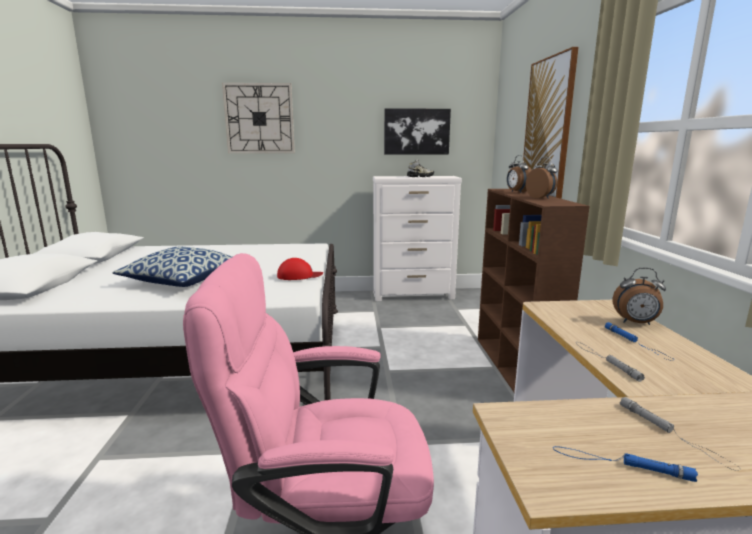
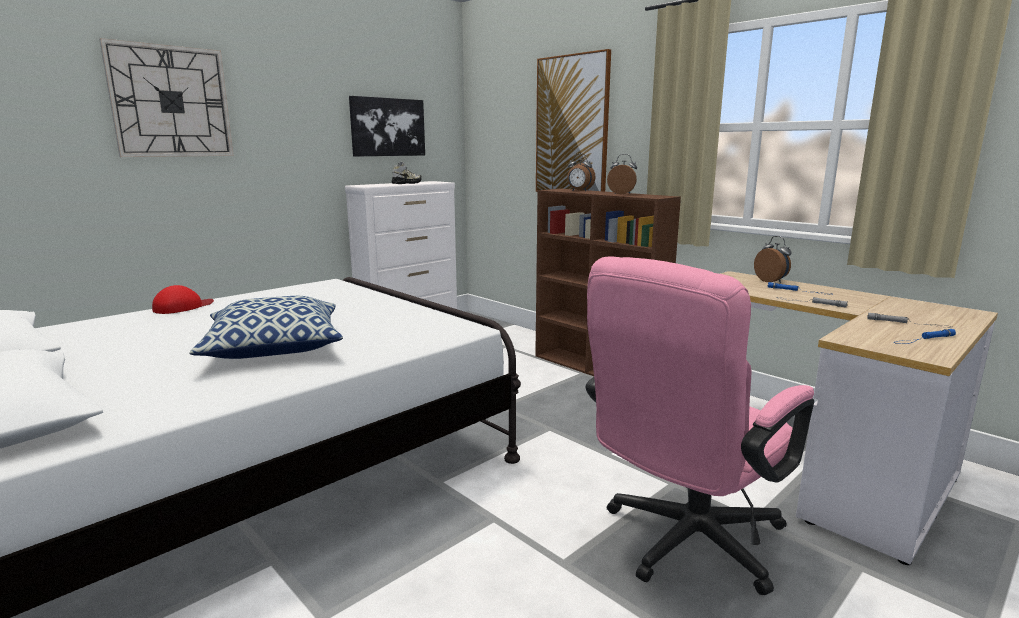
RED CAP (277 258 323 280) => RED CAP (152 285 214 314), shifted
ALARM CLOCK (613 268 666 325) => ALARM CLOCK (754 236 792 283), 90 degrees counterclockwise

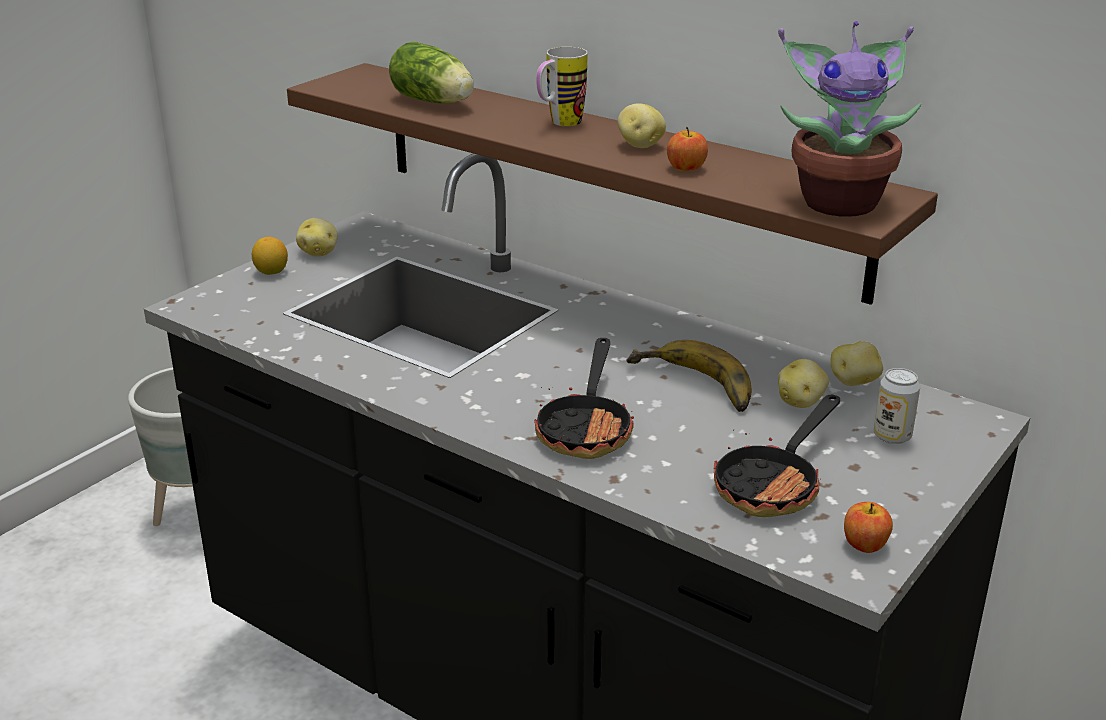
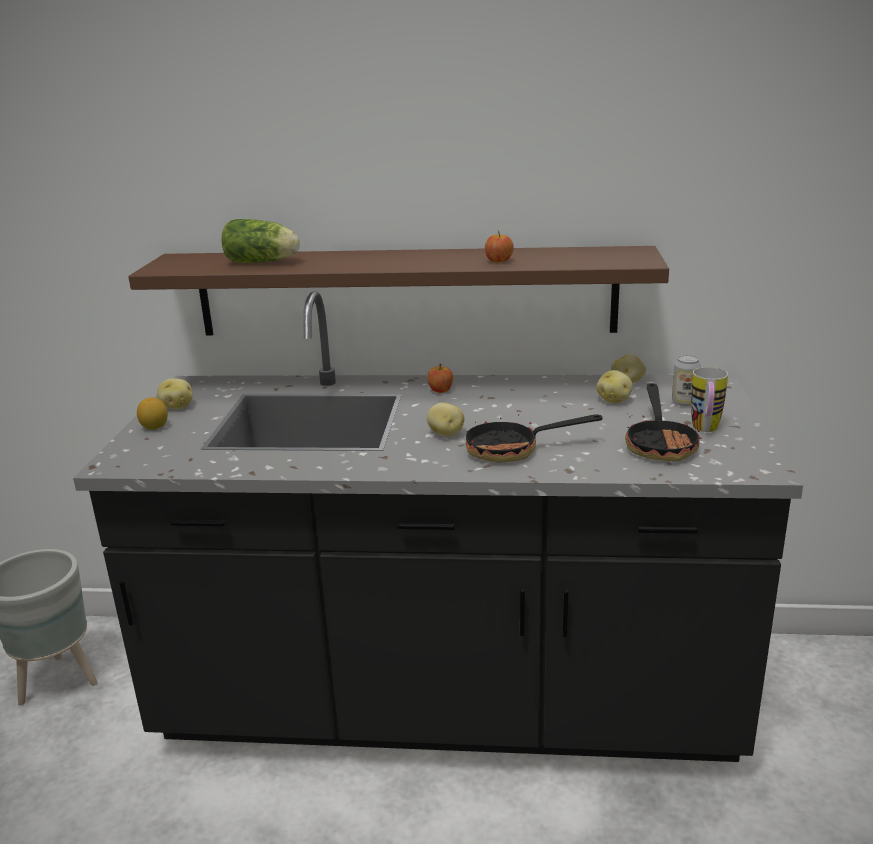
BANANA (626 340 751 412) => nothing
POTTED PLANT (778 21 921 217) => nothing
MUG (536 47 587 126) => MUG (691 367 728 432), shifted
POTATO (618 103 666 148) => POTATO (427 402 464 436), shifted
APPLE (844 502 893 553) => APPLE (427 364 453 393), shifted
FRYING PAN (534 338 634 459) => FRYING PAN (466 414 603 463), 105 degrees clockwise

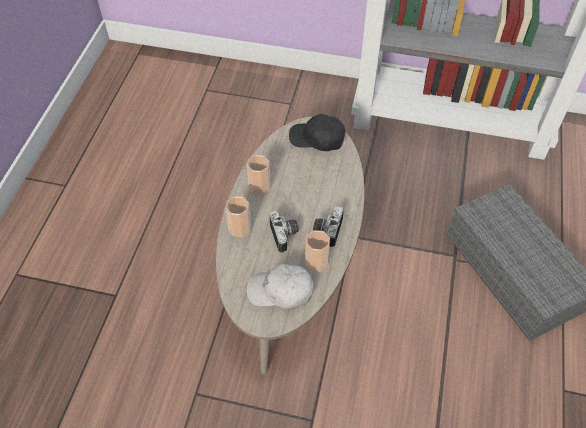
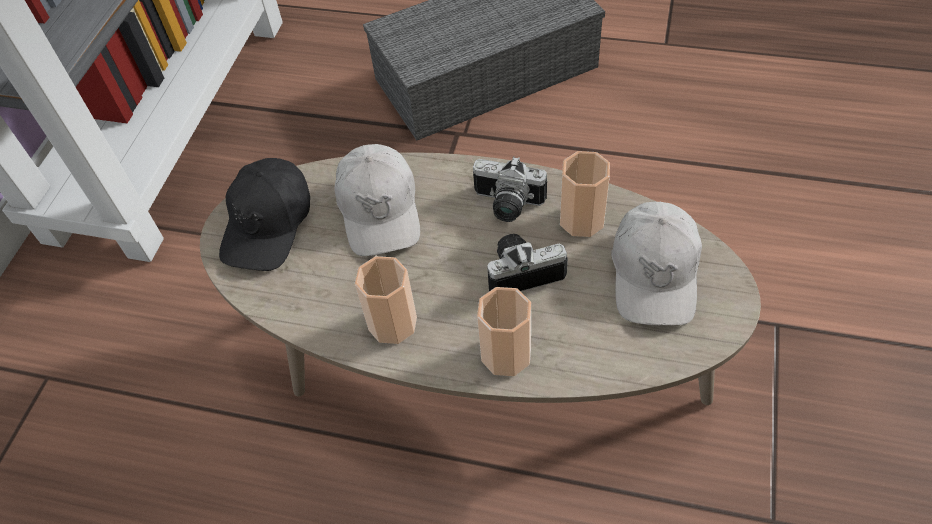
nothing => WHITE CAP (334 144 420 256)

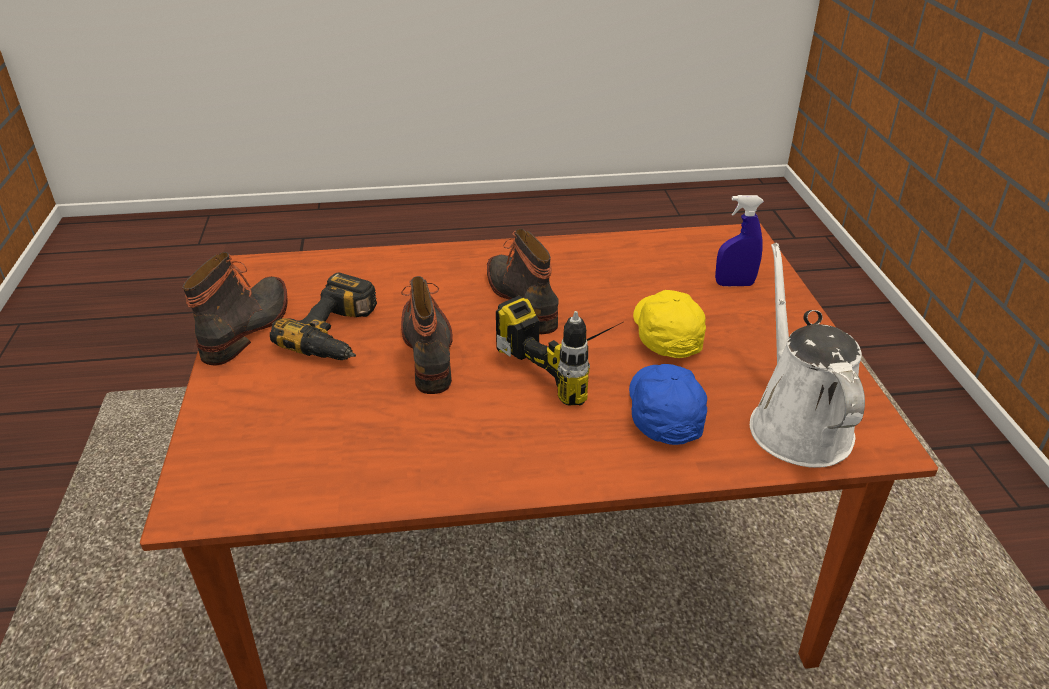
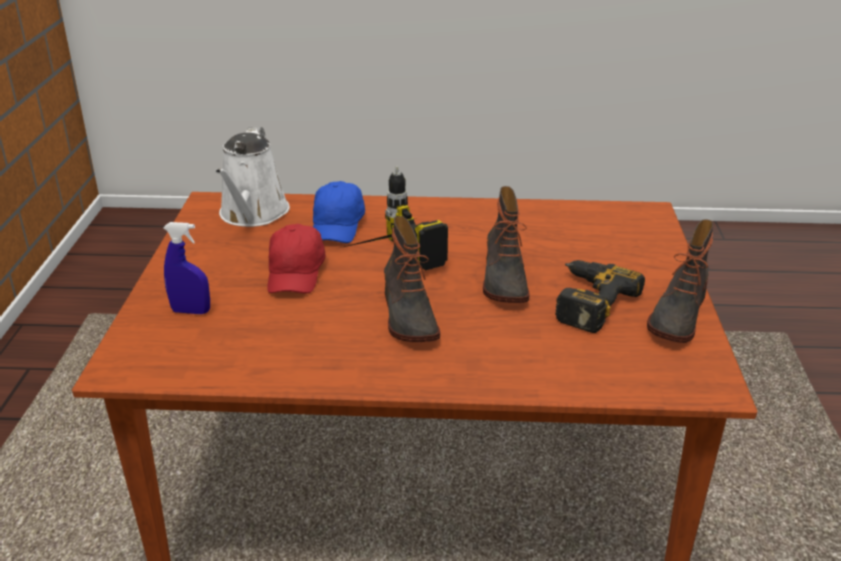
YELLOW CAP (633 290 706 358) => RED CAP (267 224 325 294)

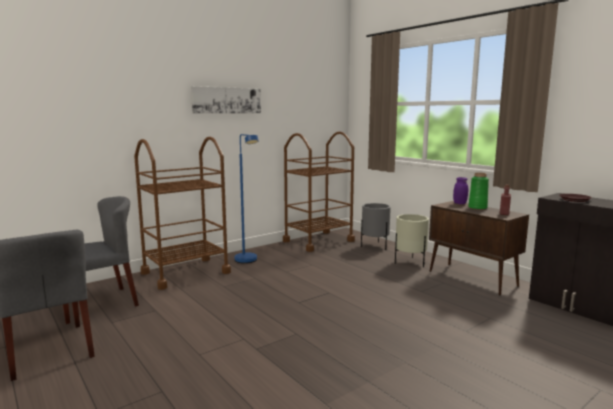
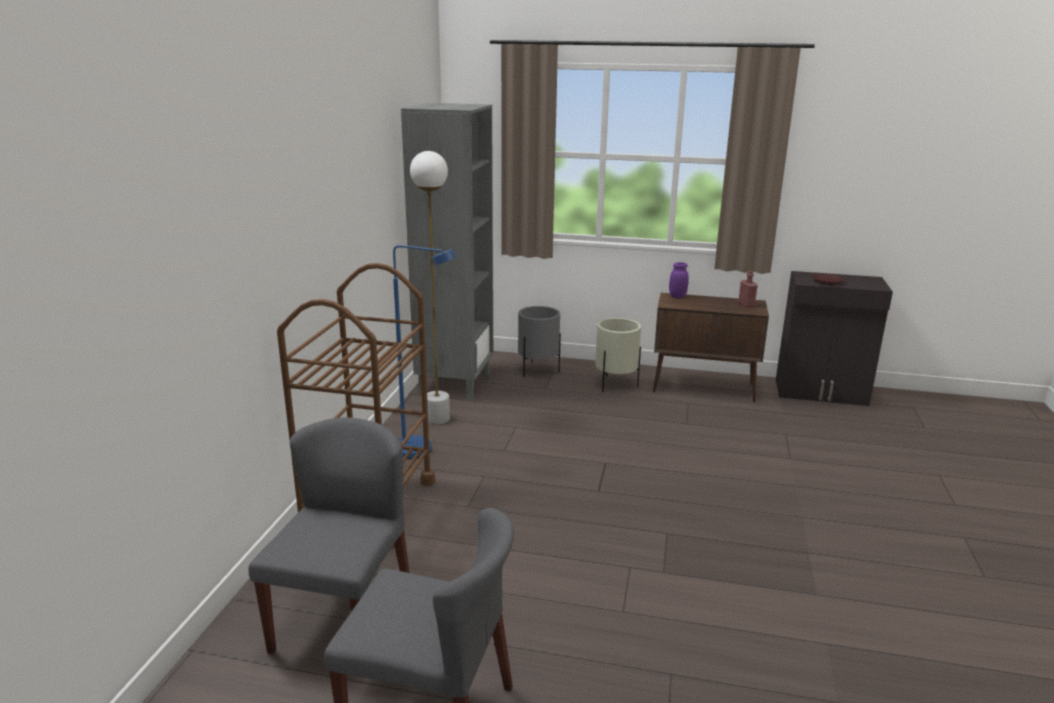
PICTURE (191 86 261 114) => nothing
GREEN VASE (468 173 489 210) => nothing
nothing => WHITE FLOOR LAMP (410 151 450 424)
BROWN CART (283 132 355 252) => GREY BOOKCASE (401 103 493 400)

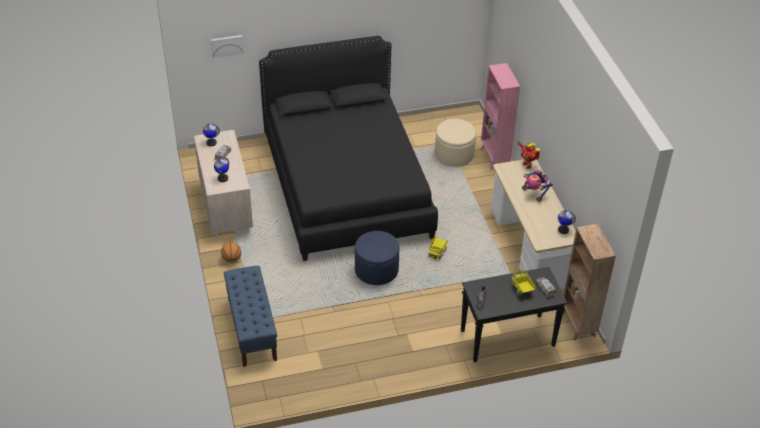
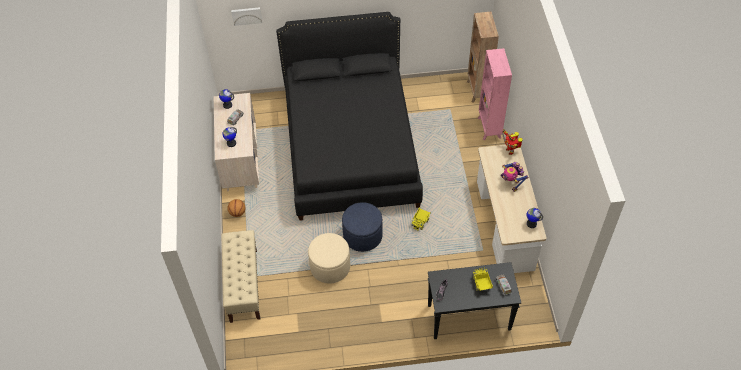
BEIGE OTTOMAN (435 119 476 167) => BEIGE OTTOMAN (308 233 350 284), shifted
BROWN BOOKCASE (563 224 616 341) => BROWN BOOKCASE (467 12 499 102), shifted
BLUE BENCH (224 266 277 367) => BEIGE BENCH (221 230 260 323)

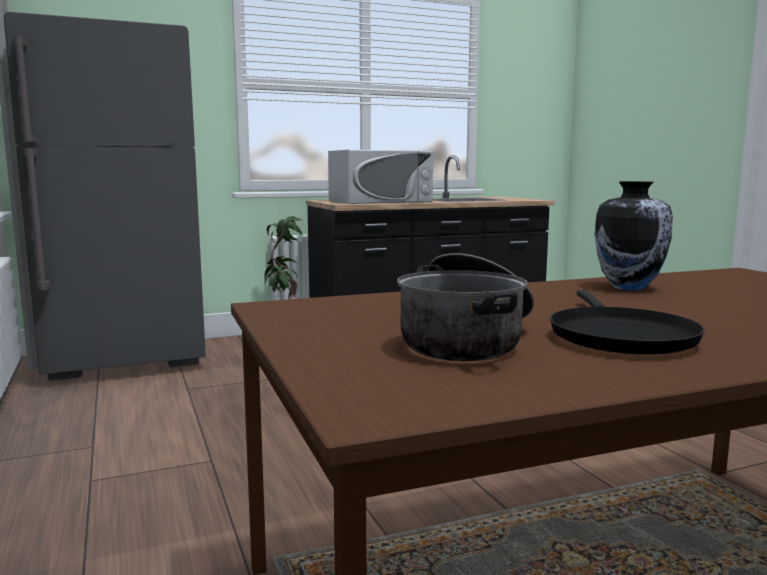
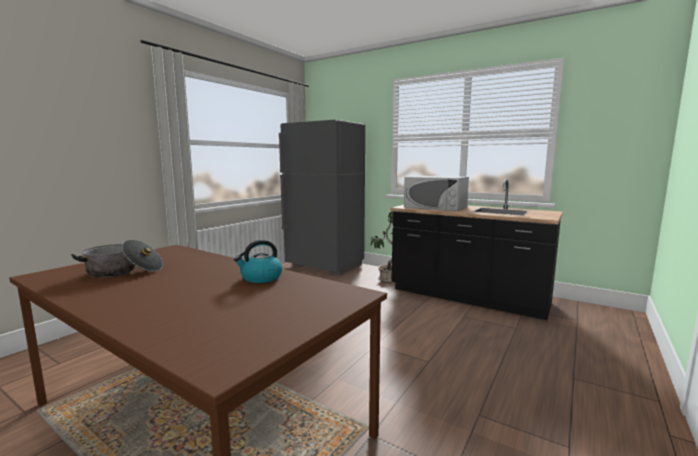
BLACK FRYING PAN (550 290 705 354) => nothing
VASE (595 181 673 291) => KETTLE (234 240 282 283)

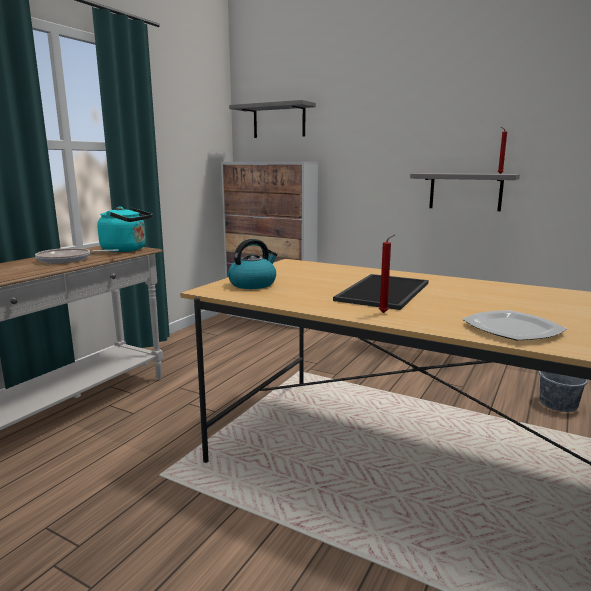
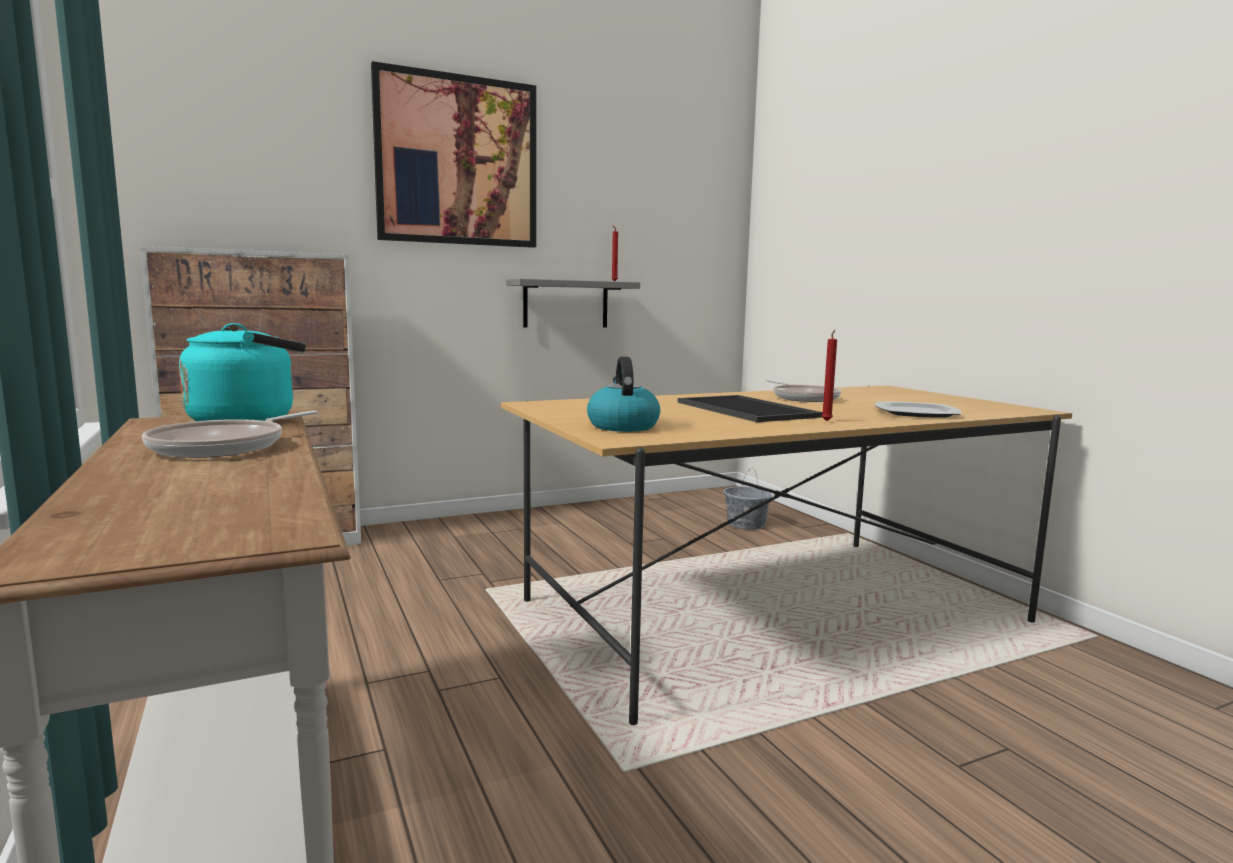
GREY SHELF (229 100 316 138) => nothing
nothing => PICTURE (371 61 536 248)
nothing => FRYING PAN (766 380 841 402)

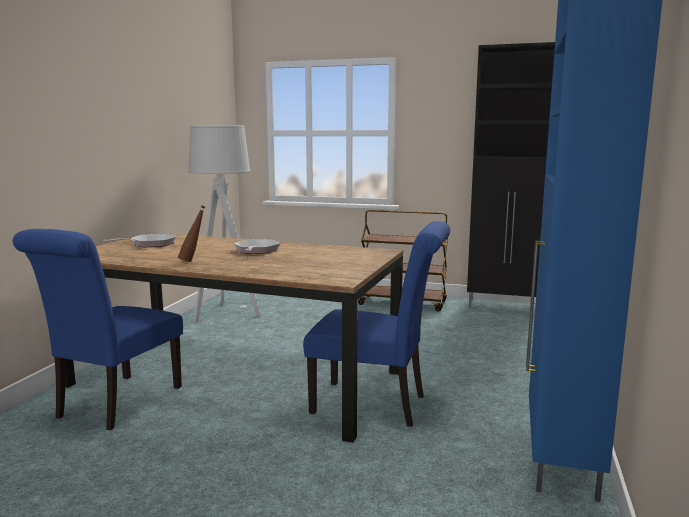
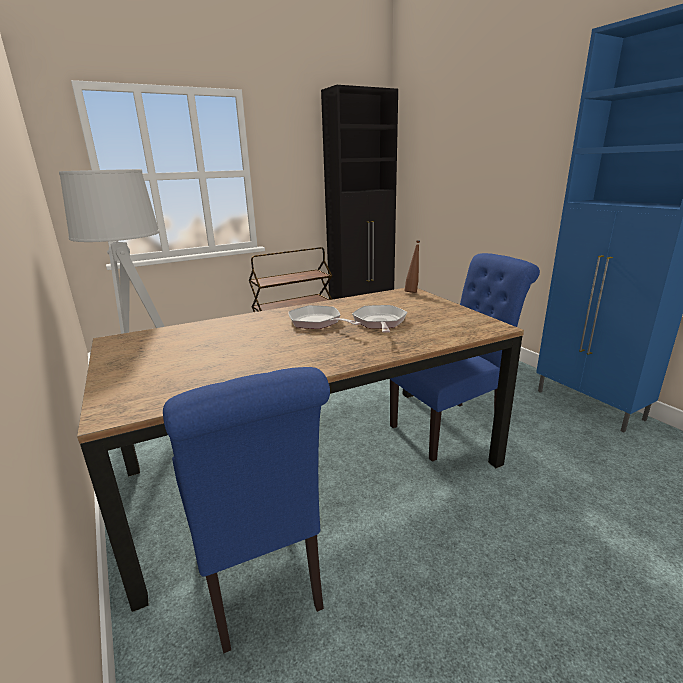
FRYING PAN (103 233 177 247) => FRYING PAN (352 305 408 333), shifted
BROWN BOTTLE (178 205 205 262) => BROWN BOTTLE (404 240 420 293), shifted

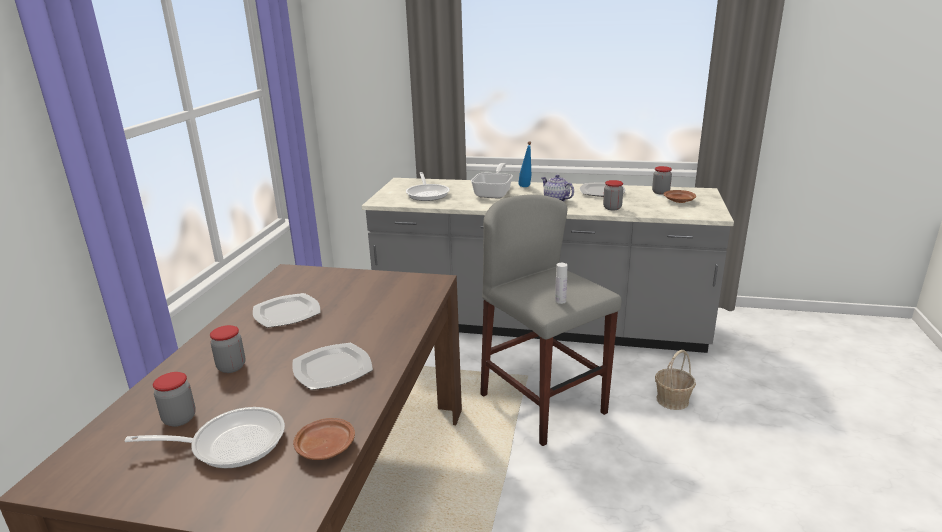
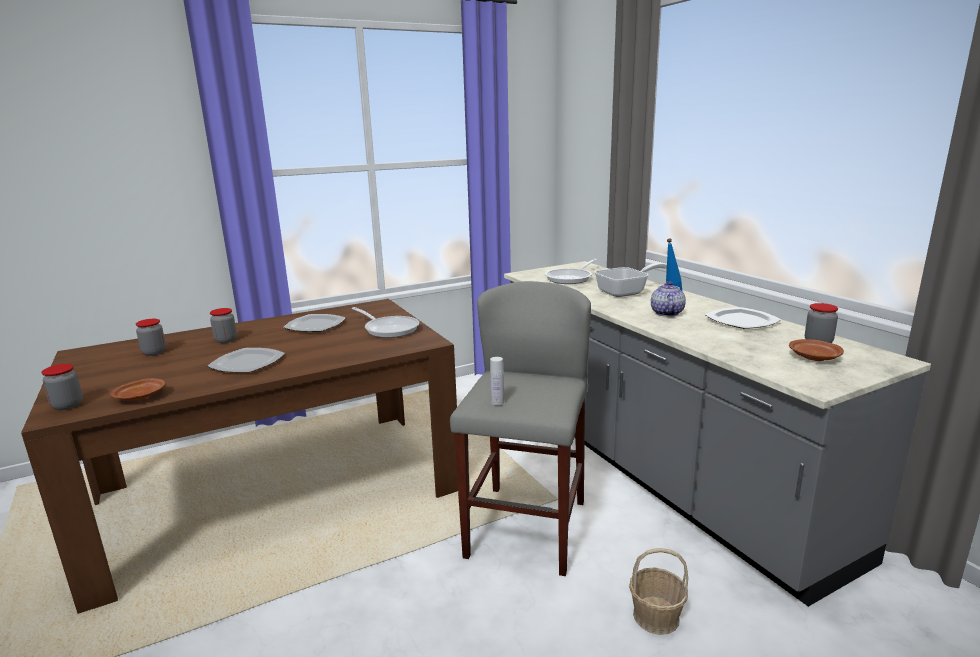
FRYING PAN (125 407 285 468) => FRYING PAN (352 307 419 338), shifted
JAR (603 180 623 210) => JAR (41 364 83 410), shifted

